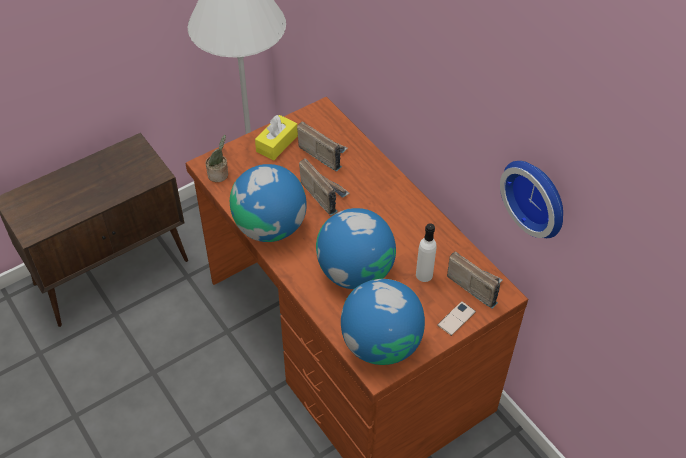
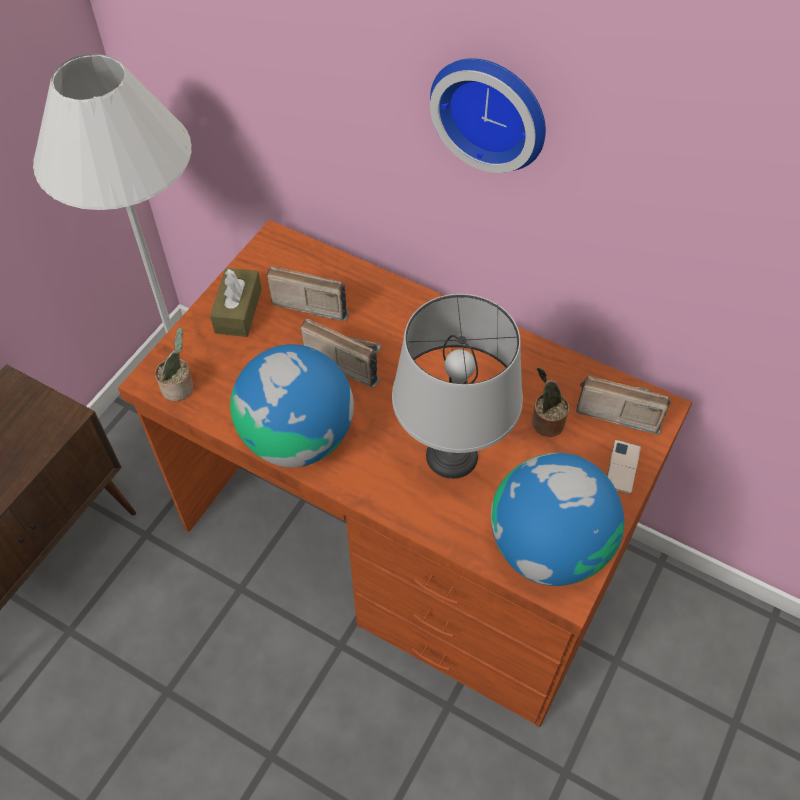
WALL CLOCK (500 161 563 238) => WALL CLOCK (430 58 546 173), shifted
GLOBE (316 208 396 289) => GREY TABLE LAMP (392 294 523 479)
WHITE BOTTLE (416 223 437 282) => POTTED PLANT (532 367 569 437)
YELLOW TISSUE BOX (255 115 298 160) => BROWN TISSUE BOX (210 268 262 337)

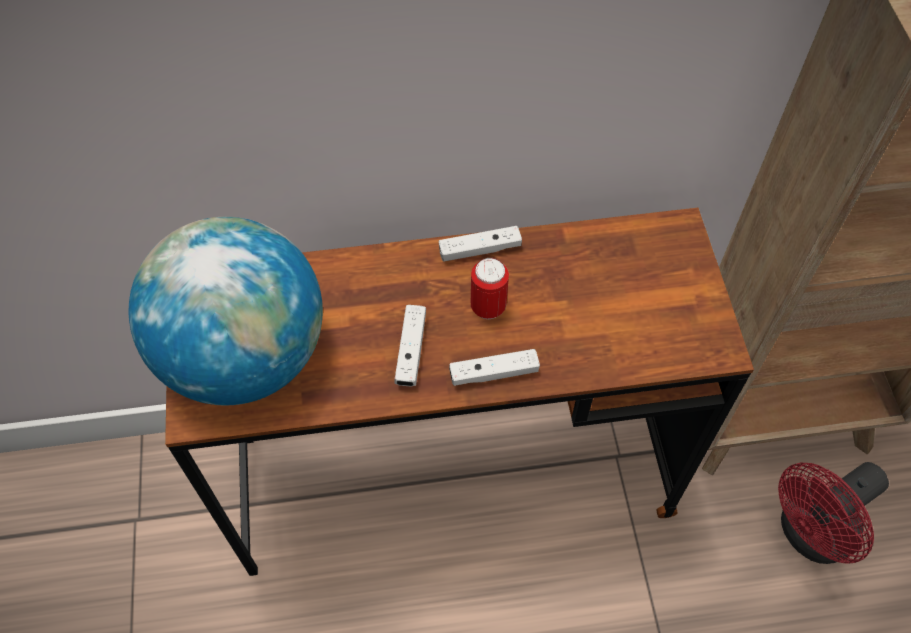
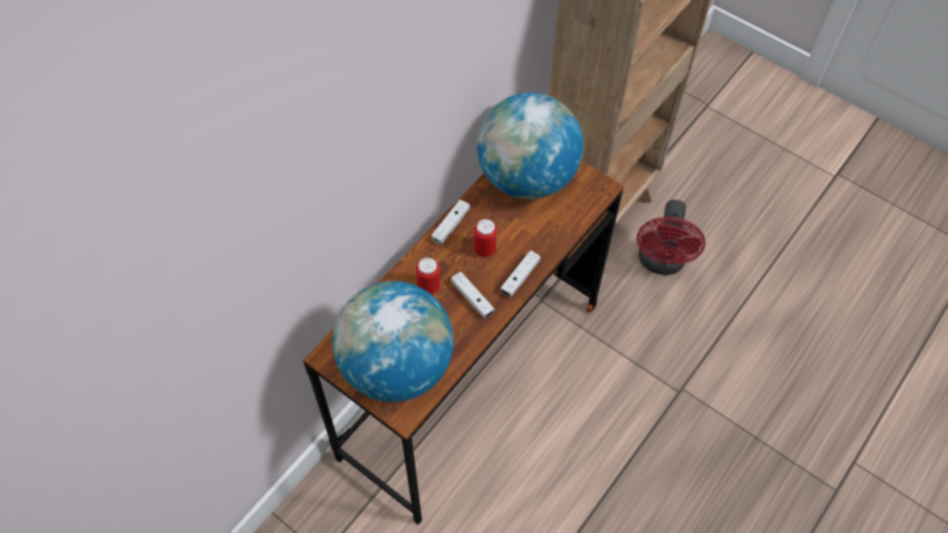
nothing => CAN (416 257 440 295)
nothing => GLOBE (477 92 583 200)

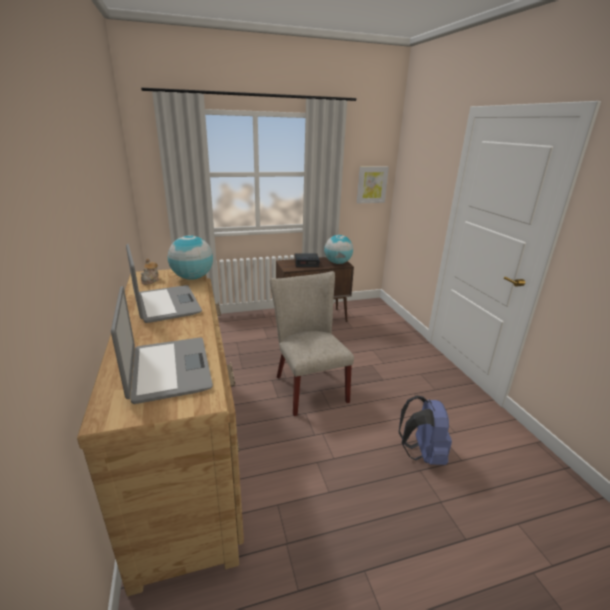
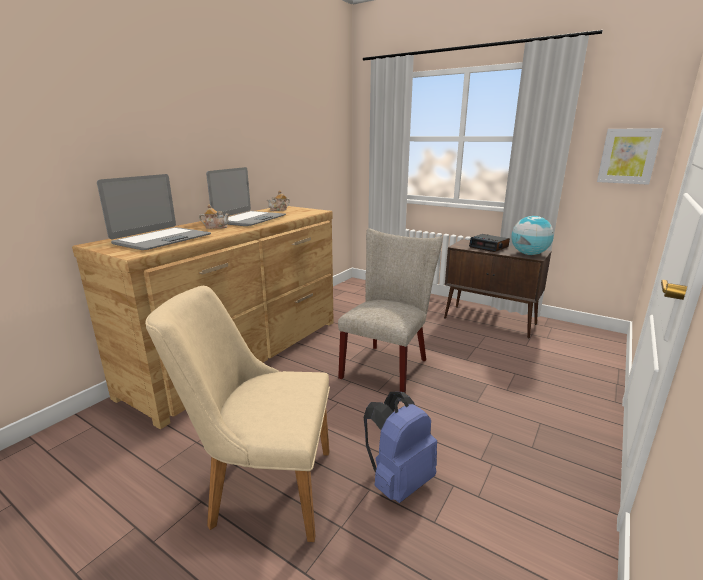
GLOBE (168 235 213 280) => nothing
nothing => BEIGE CHAIR (145 286 330 542)
nothing => TEAPOT (199 204 229 229)

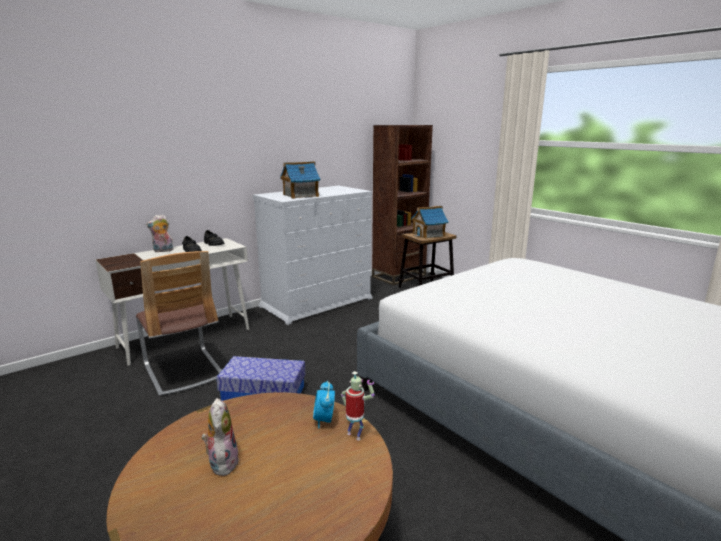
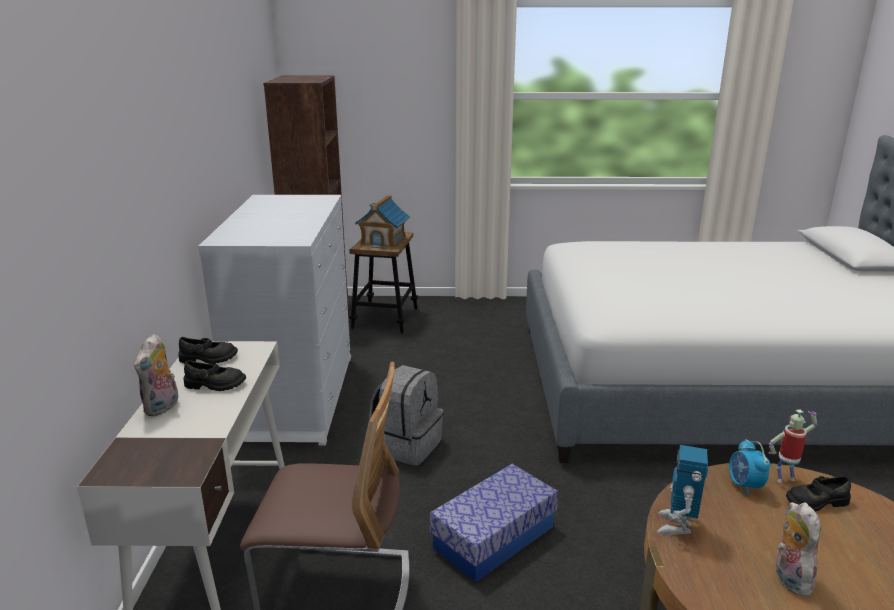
TOY HOUSE (280 161 320 199) => nothing
nothing => GREY BACKPACK (369 365 443 466)
nothing => TOY ROBOT (657 445 708 535)
nothing => BLACK SHOE (786 476 851 512)
PLUSH TOY (202 398 239 476) => PLUSH TOY (775 502 821 597), 60 degrees clockwise
ALARM CLOCK (313 381 335 428) => ALARM CLOCK (729 439 771 496), 45 degrees clockwise

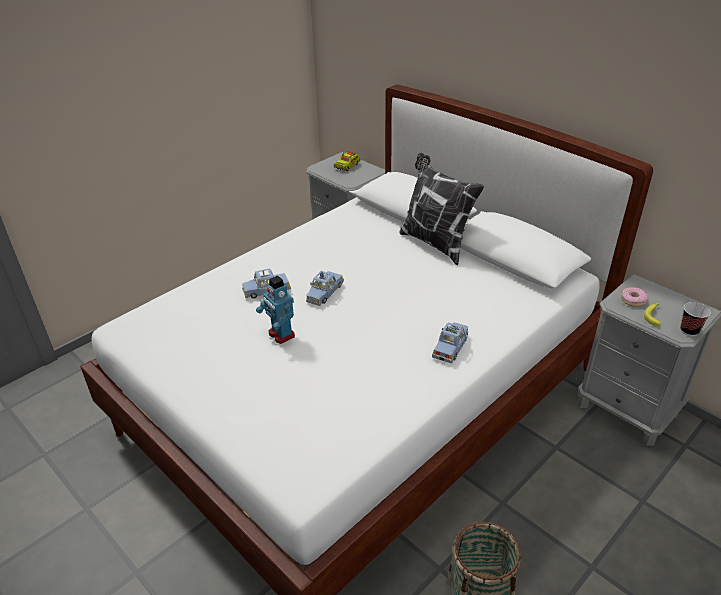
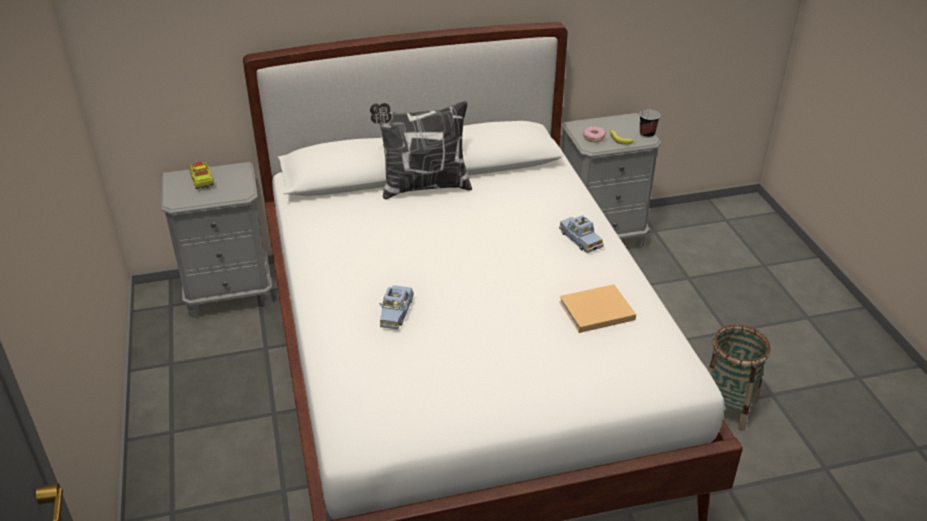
TOY ROBOT (256 276 295 344) => nothing
BLUE TOY CAR (306 271 344 306) => nothing
nothing => BEIGE BOOK (559 284 636 333)

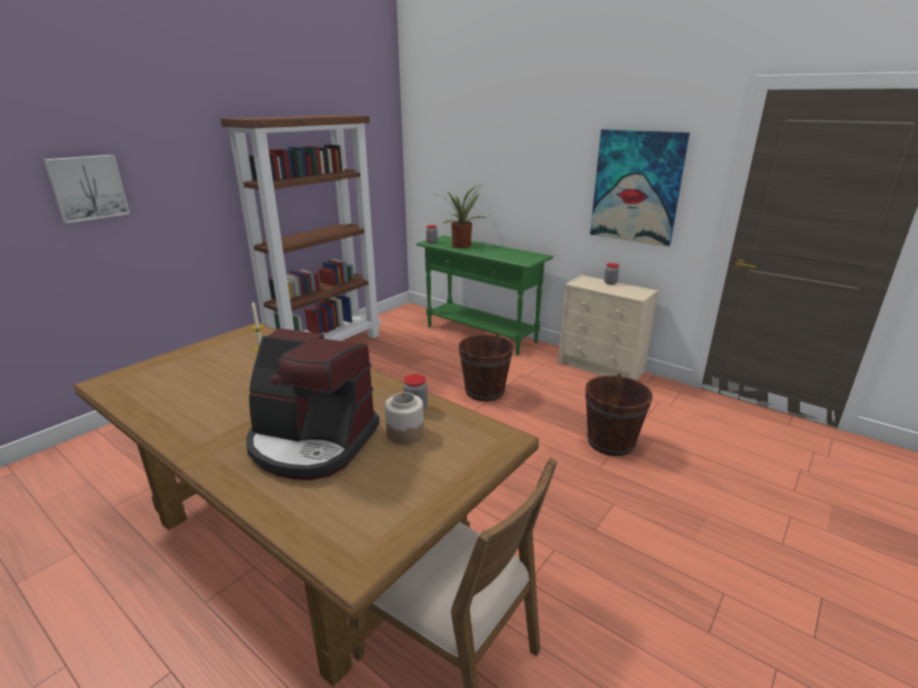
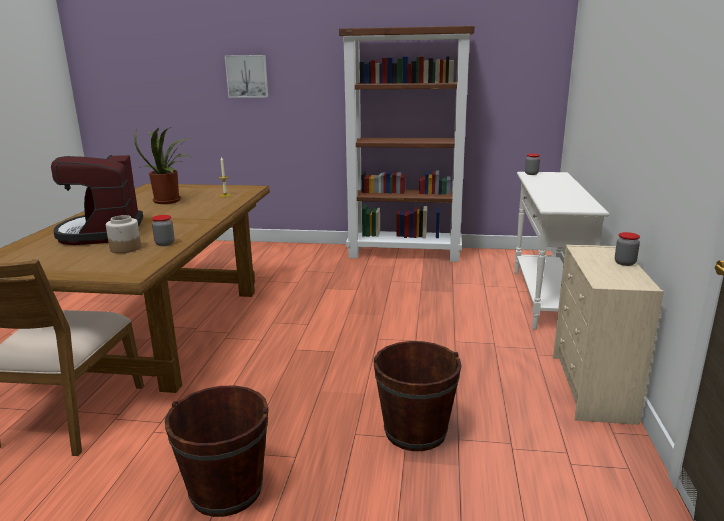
PICTURE (590 129 690 247) => nothing
POTTED PLANT (432 185 486 248) => POTTED PLANT (135 127 192 204), shifted
BROWN BUCKET (458 334 513 401) => BROWN BUCKET (165 385 269 517), shifted
GREEN CONSOLE TABLE (416 235 553 355) => WHITE CONSOLE TABLE (515 172 609 330)

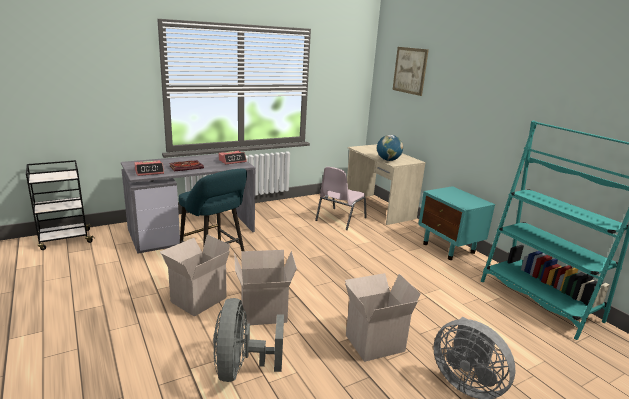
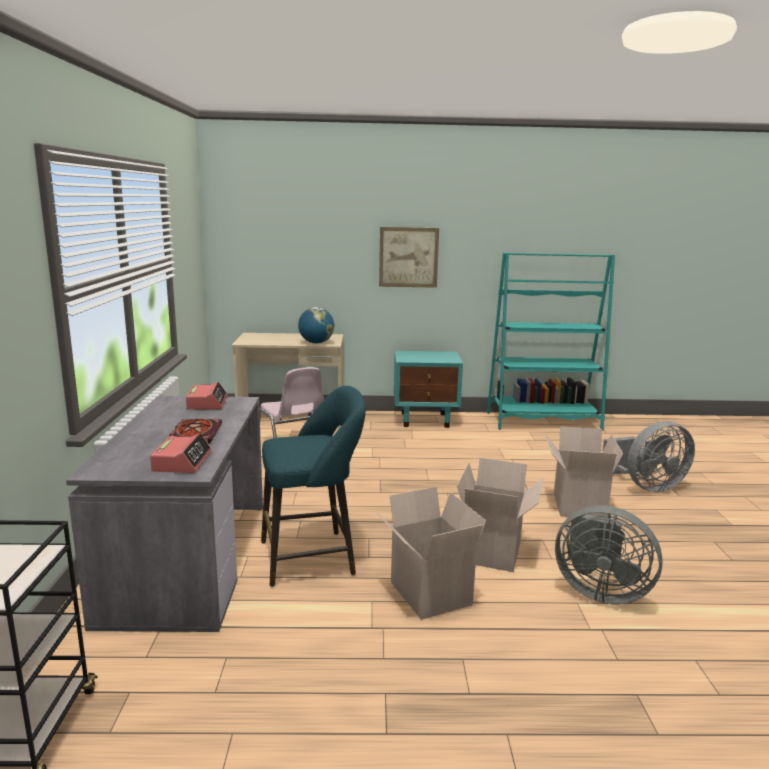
PICTURE (393 47 429 96) => PICTURE (379 227 439 288), shifted

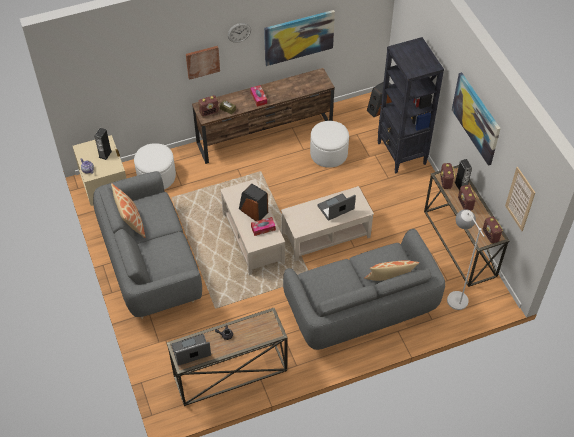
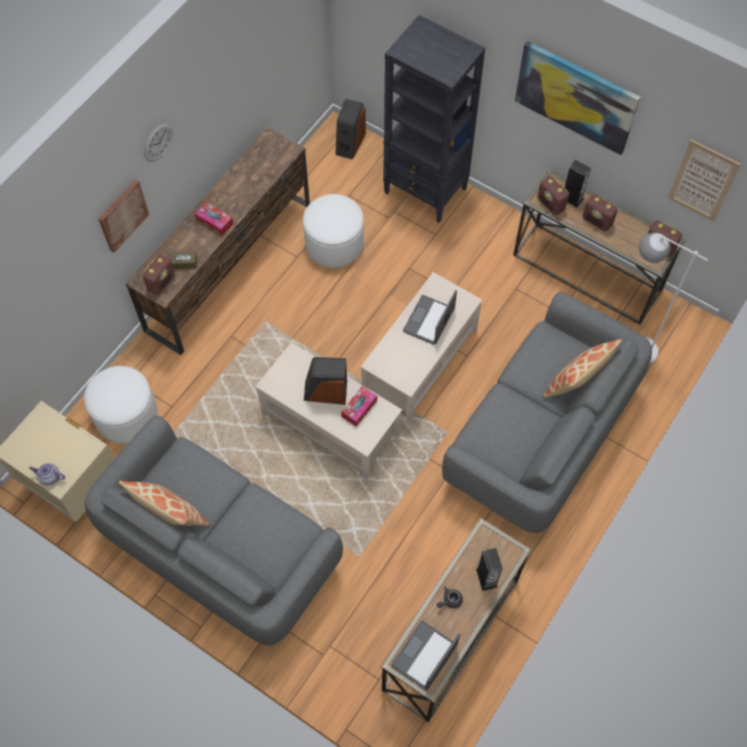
PICTURE (264 10 335 66) => nothing
SPEAKER (94 128 112 160) => SPEAKER (476 548 503 591), shifted

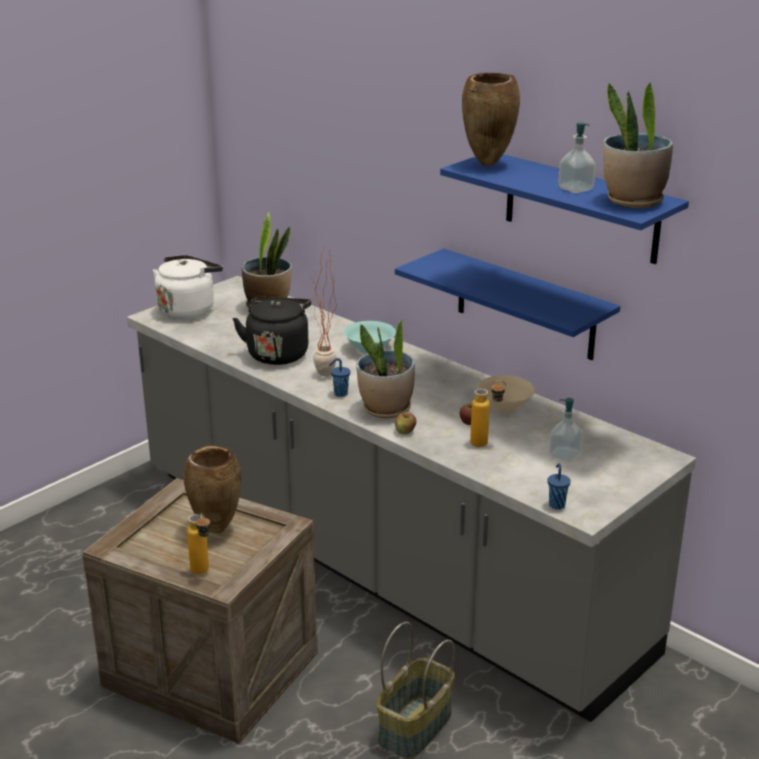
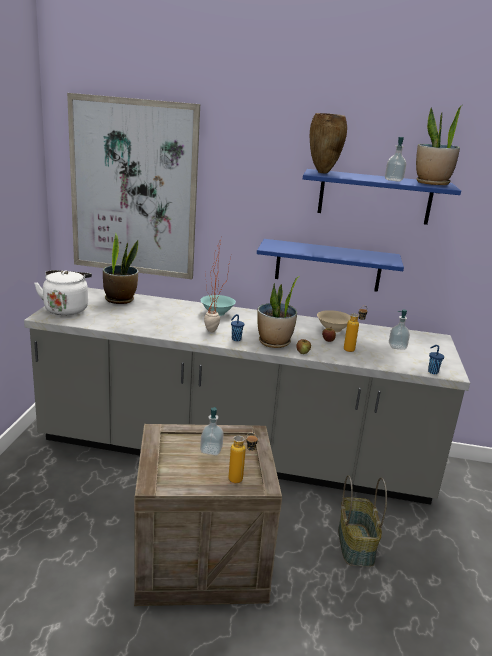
BLACK KETTLE (233 296 311 365) => nothing
nothing => PICTURE (67 93 200 279)
BROWN VASE (183 445 241 534) => SOAP DISPENSER (200 407 224 456)

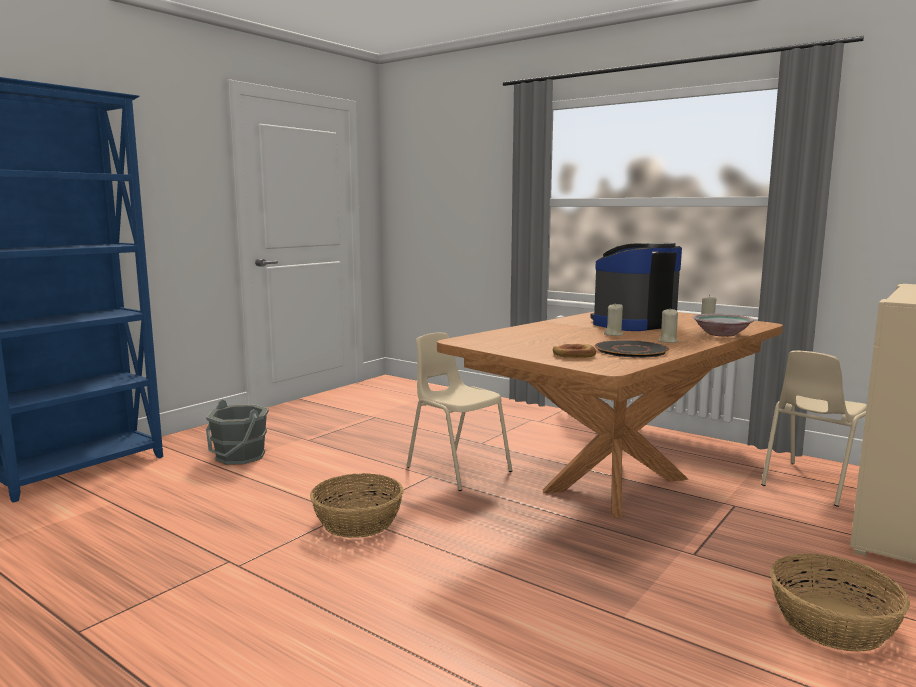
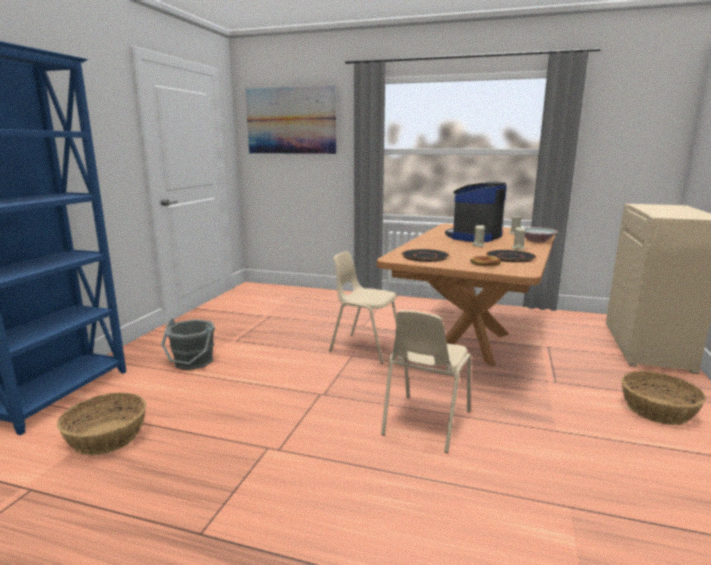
nothing => PICTURE (246 85 336 154)
nothing => BLACK PLATE (401 249 449 262)
BASKET (310 473 404 538) => BASKET (57 393 146 455), shifted
BEIGE CHAIR (761 351 867 507) => BEIGE CHAIR (381 310 471 453), shifted

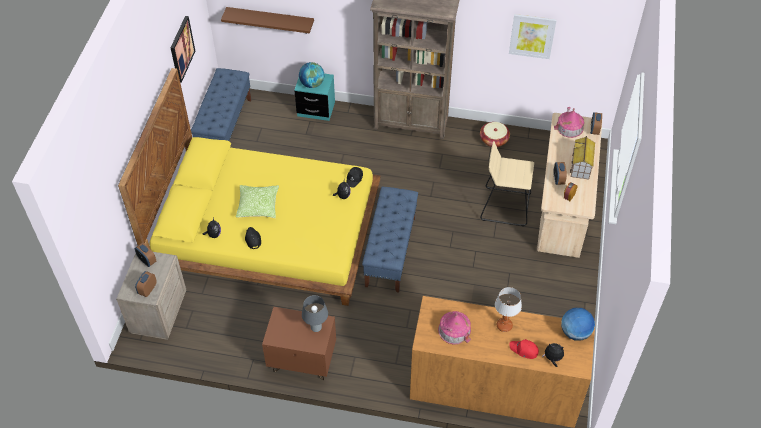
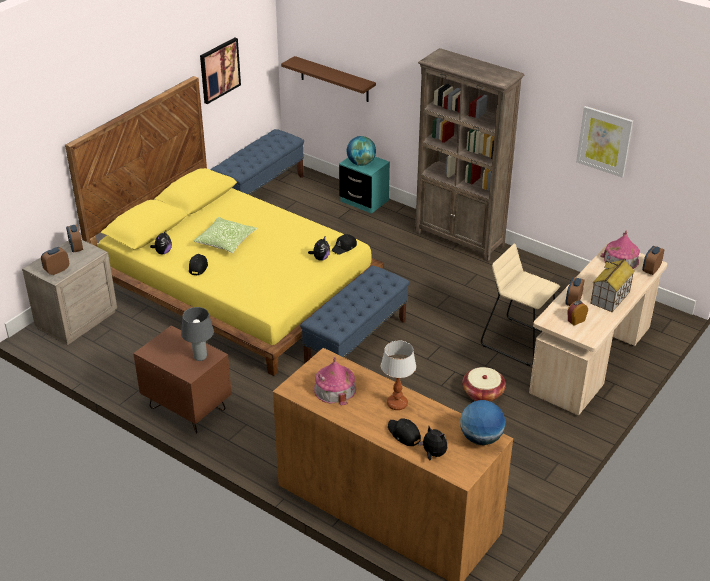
BASKET (480 122 510 147) => BASKET (462 367 506 402), shifted
RED CAP (509 339 539 359) => BLACK CAP (388 418 421 446)

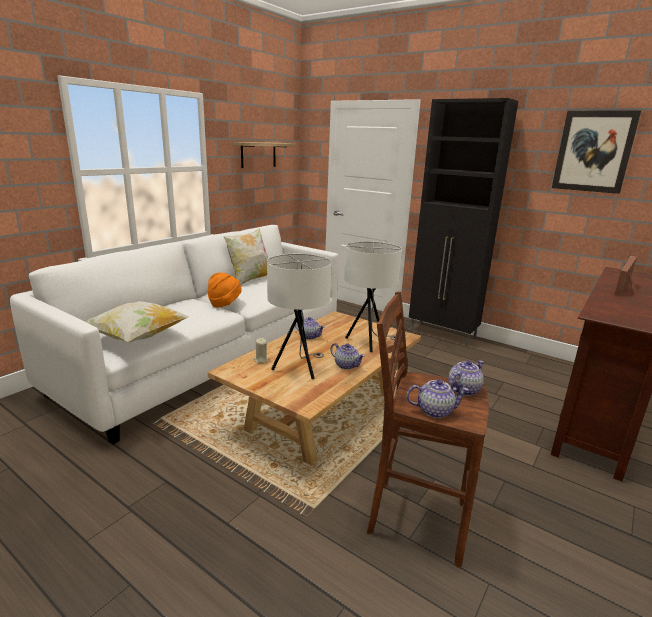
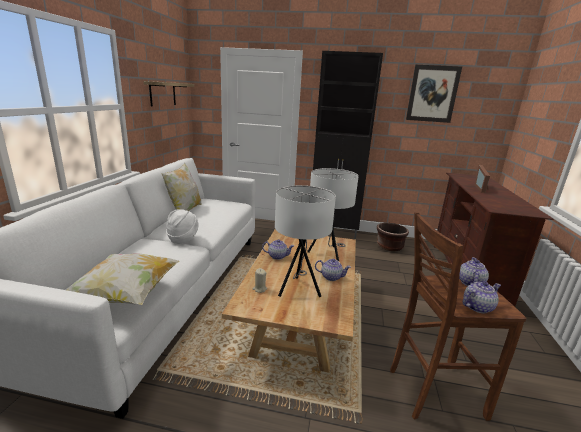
nothing => BROWN PLANTER (377 223 409 251)
ORANGE HAT (208 273 242 308) => WHITE HAT (166 209 199 244)

